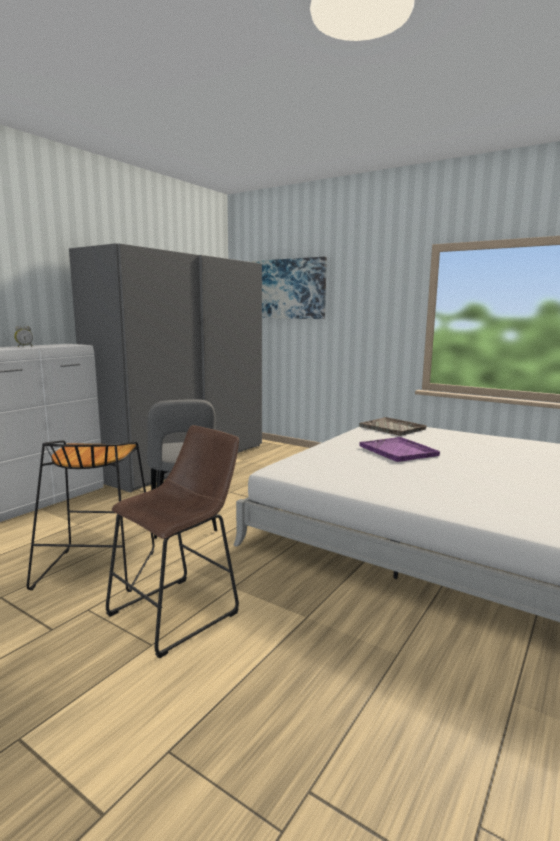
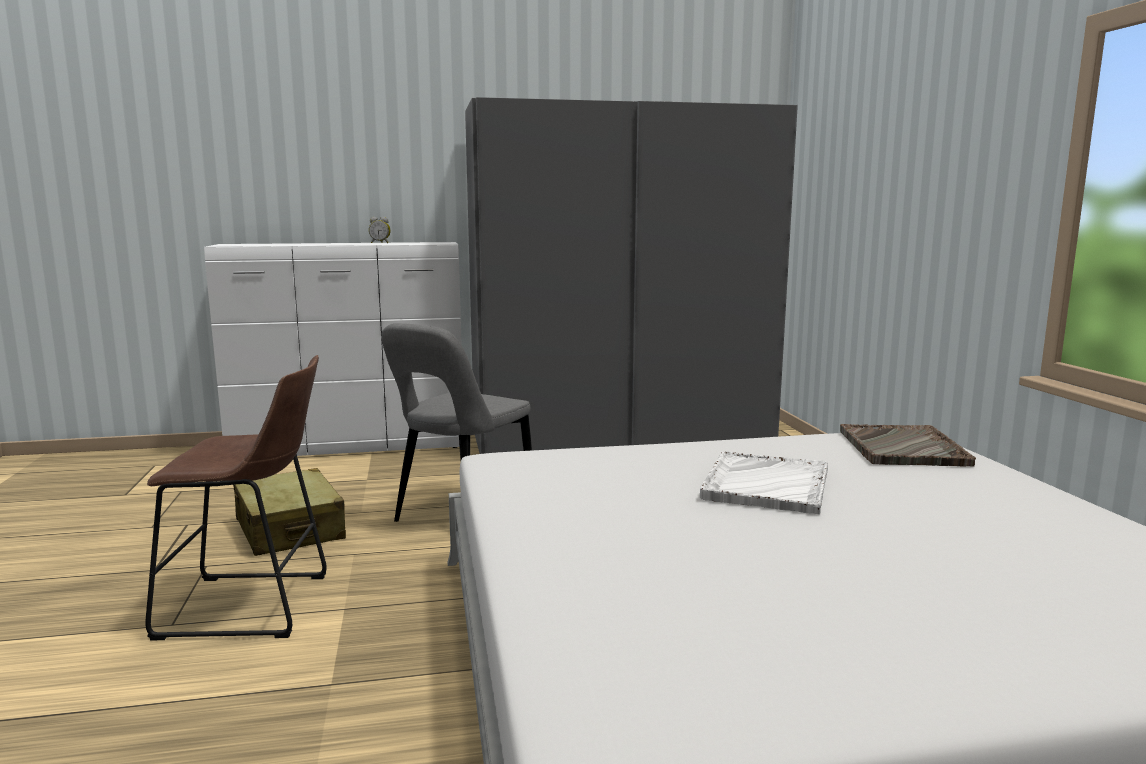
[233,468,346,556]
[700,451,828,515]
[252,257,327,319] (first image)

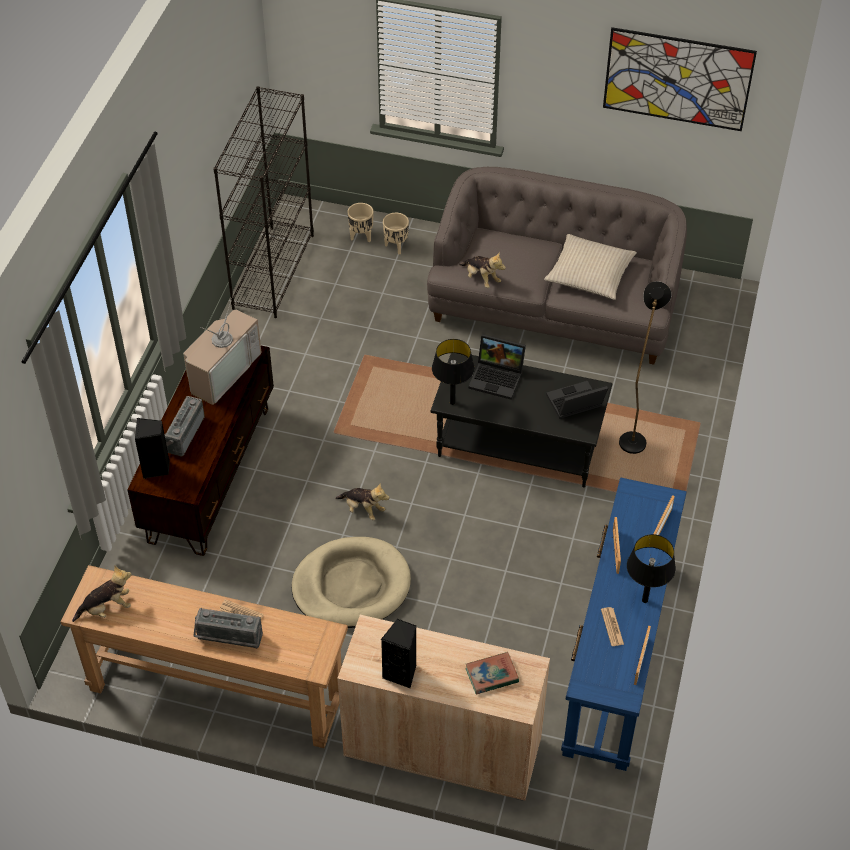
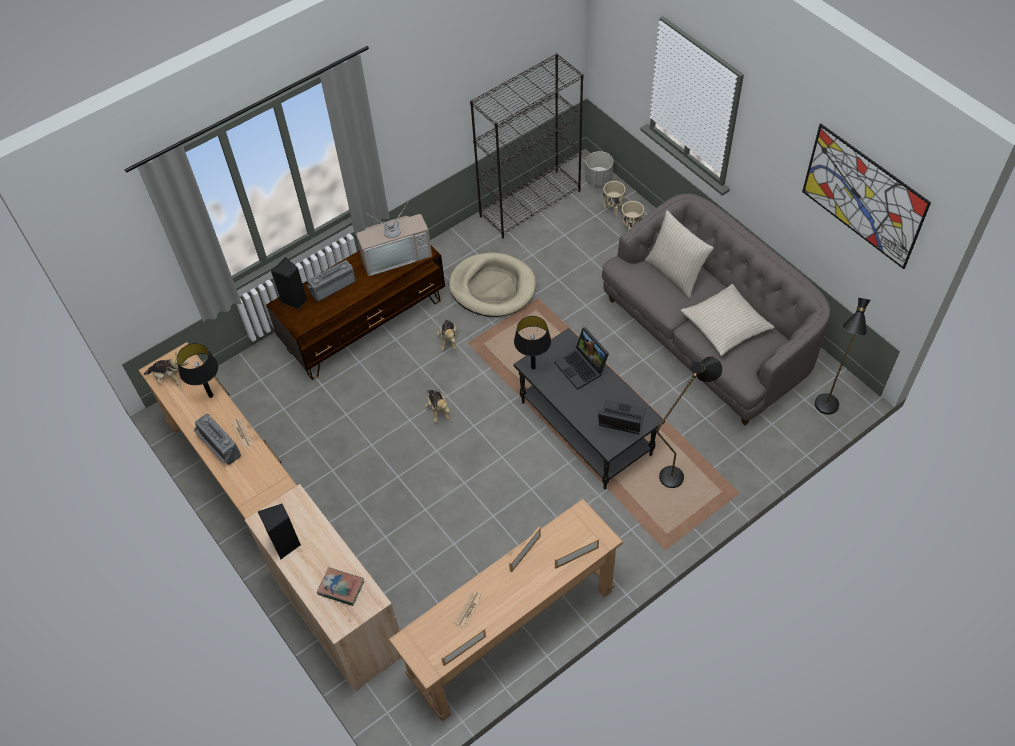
[177,343,218,398]
[389,499,623,722]
[436,320,457,350]
[449,252,536,317]
[585,151,613,187]
[645,210,714,299]
[815,298,870,415]

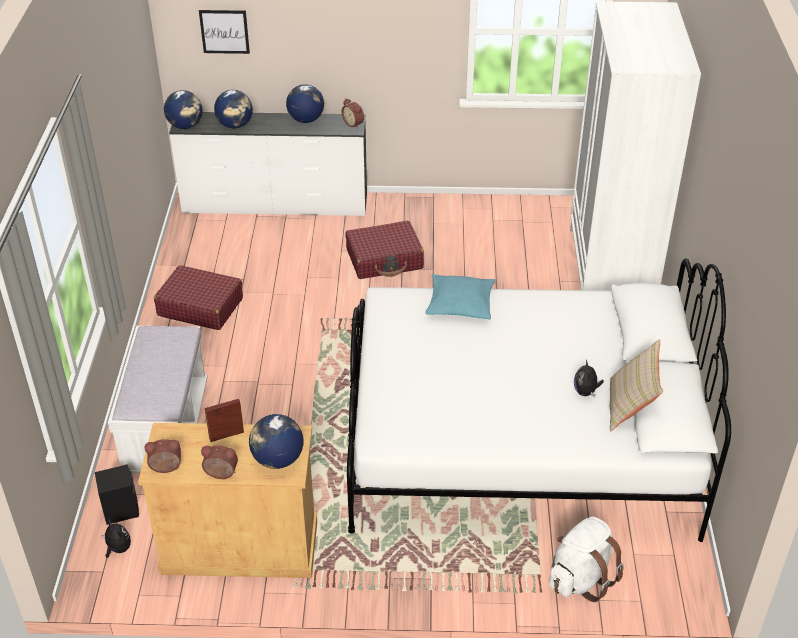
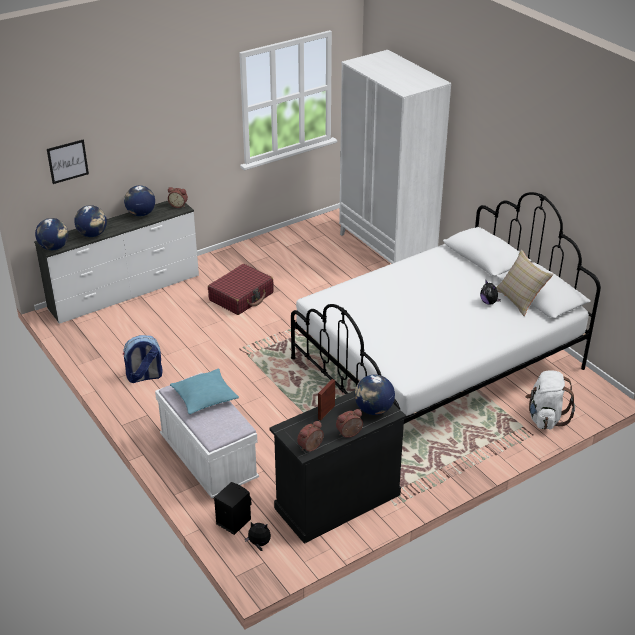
[123,335,163,383]
[170,368,239,414]
[269,390,406,544]

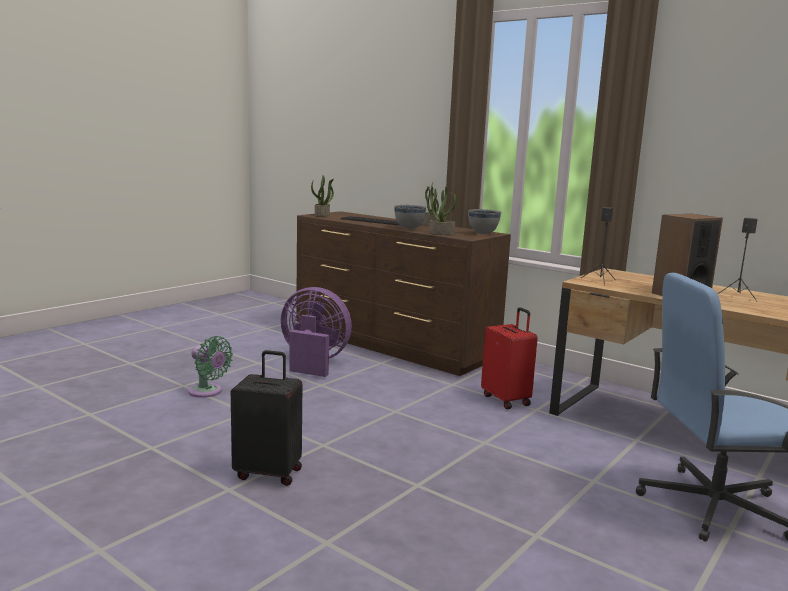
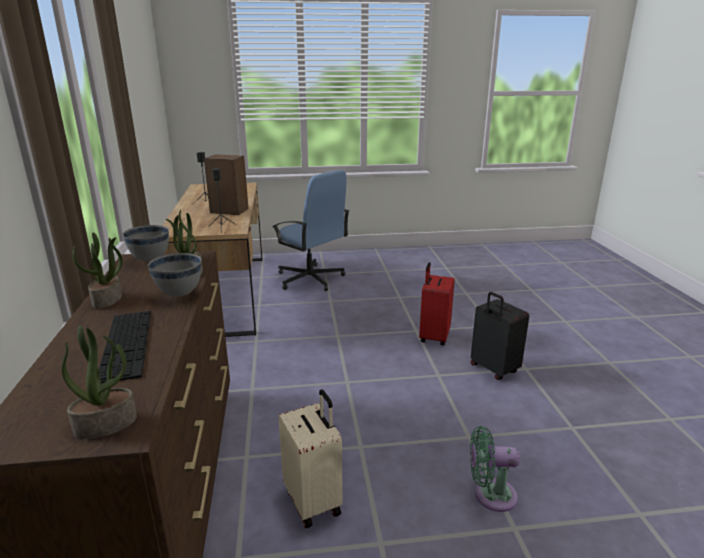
[278,389,342,528]
[419,262,455,345]
[470,426,520,512]

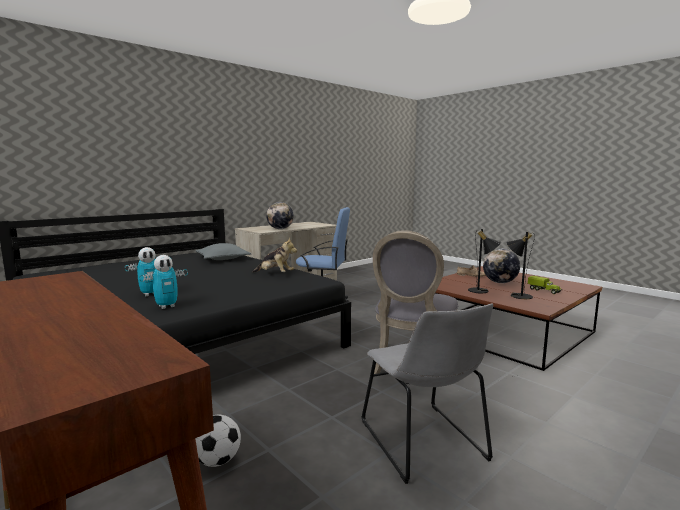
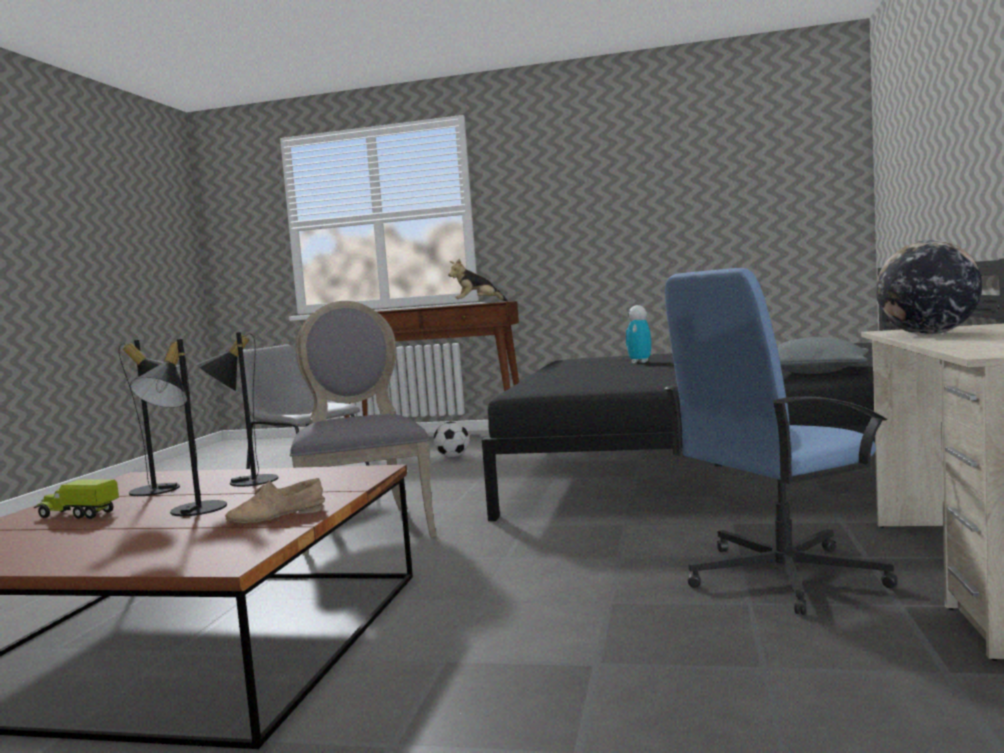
[130,339,227,516]
[448,258,508,302]
[139,255,188,309] (first image)

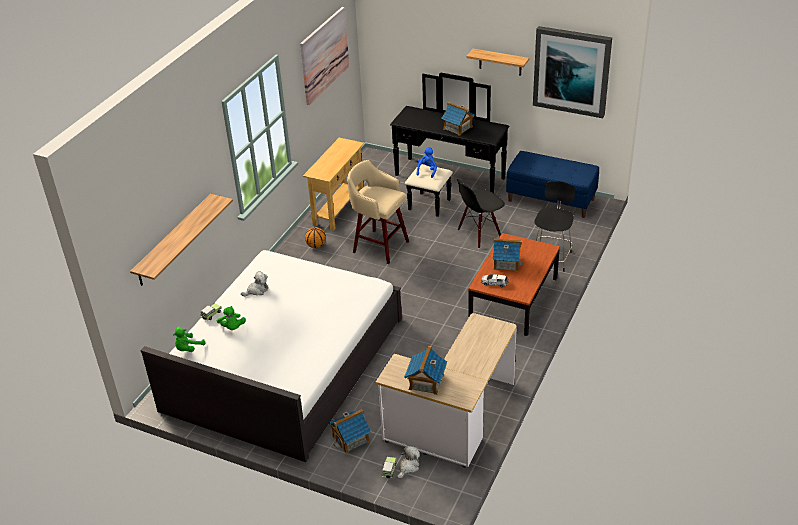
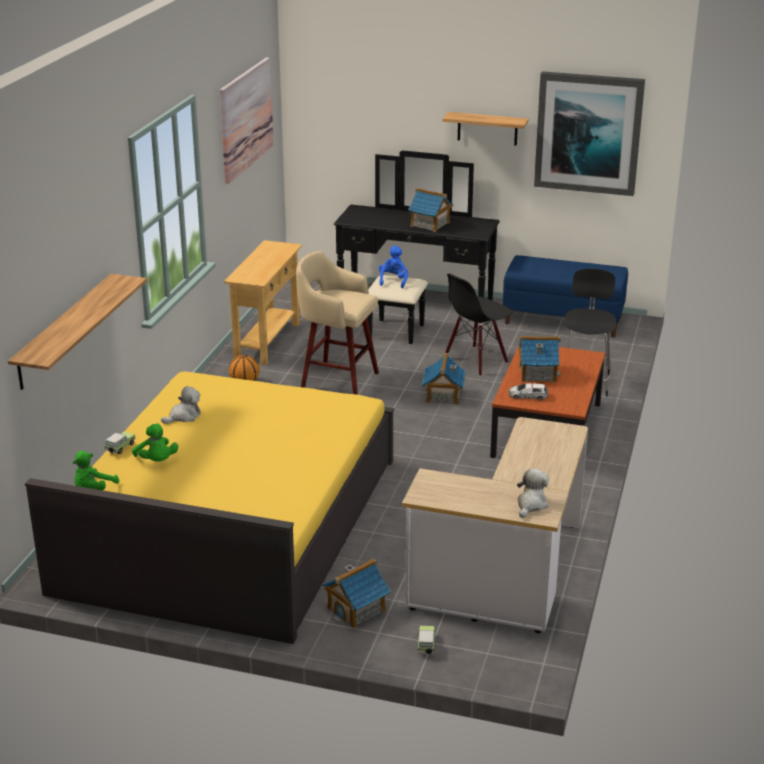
[25,371,394,644]
[422,353,466,405]
[517,469,549,518]

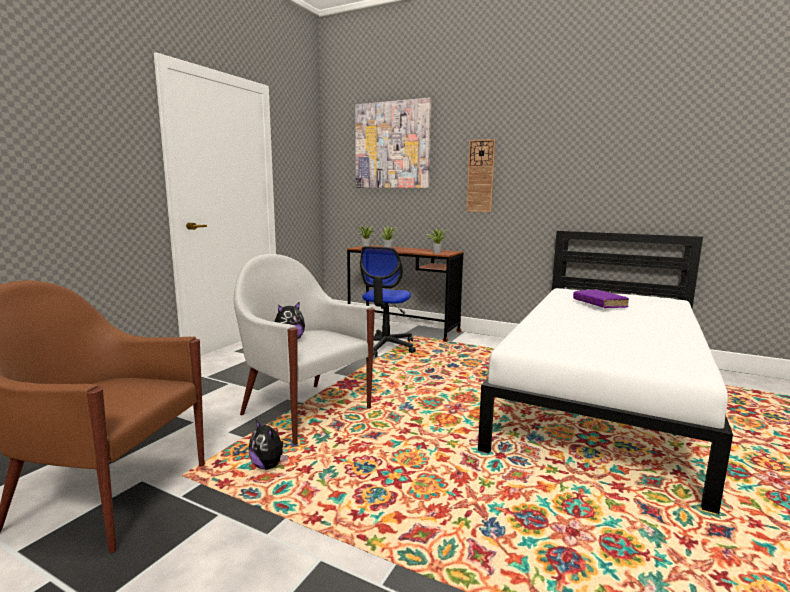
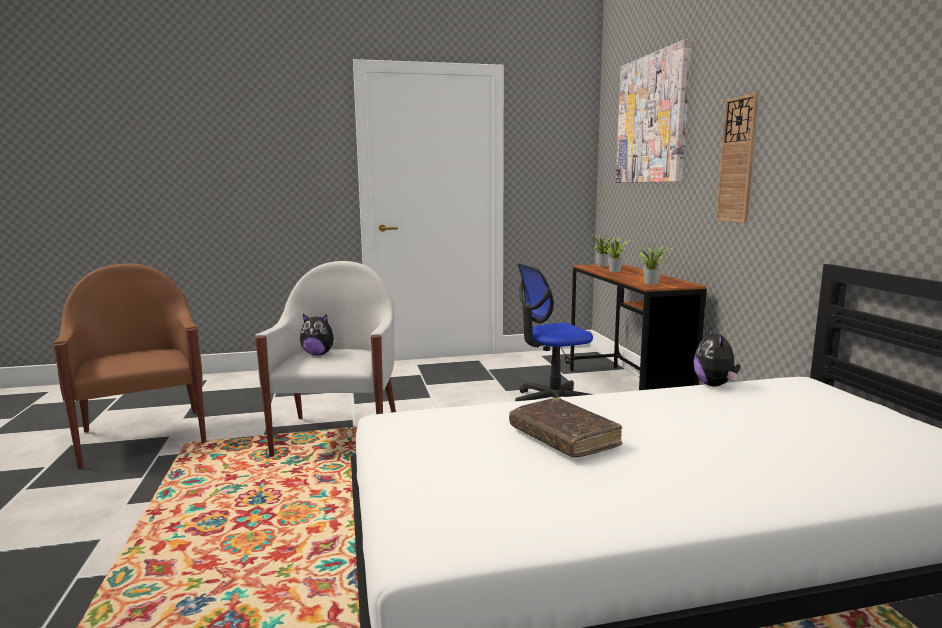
[509,398,622,457]
[693,326,741,387]
[573,289,629,308] (first image)

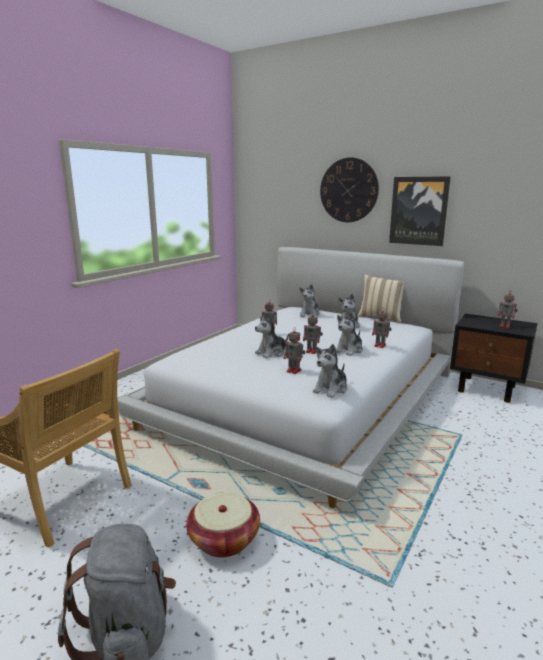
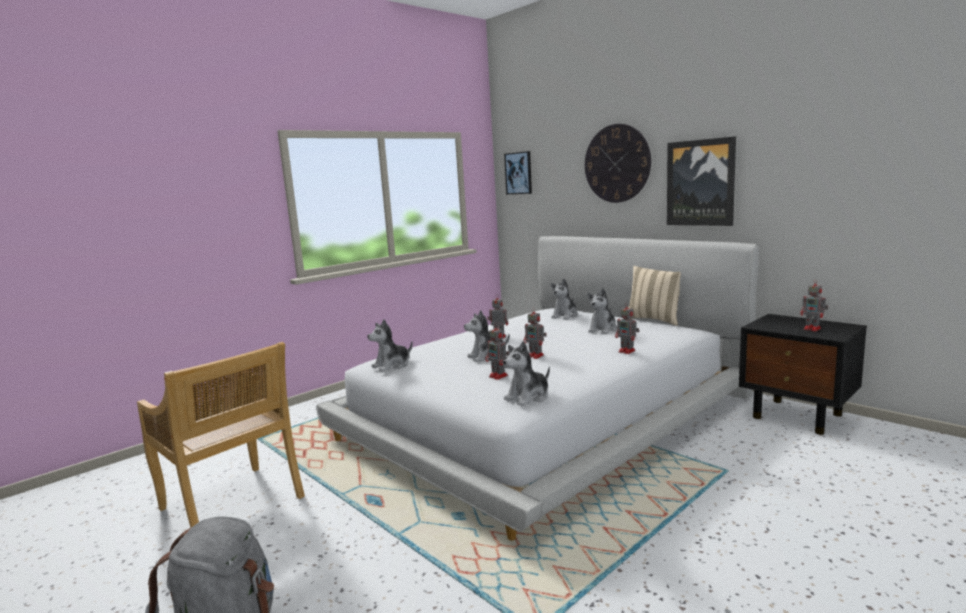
[367,319,413,372]
[504,151,532,194]
[186,492,260,558] (first image)

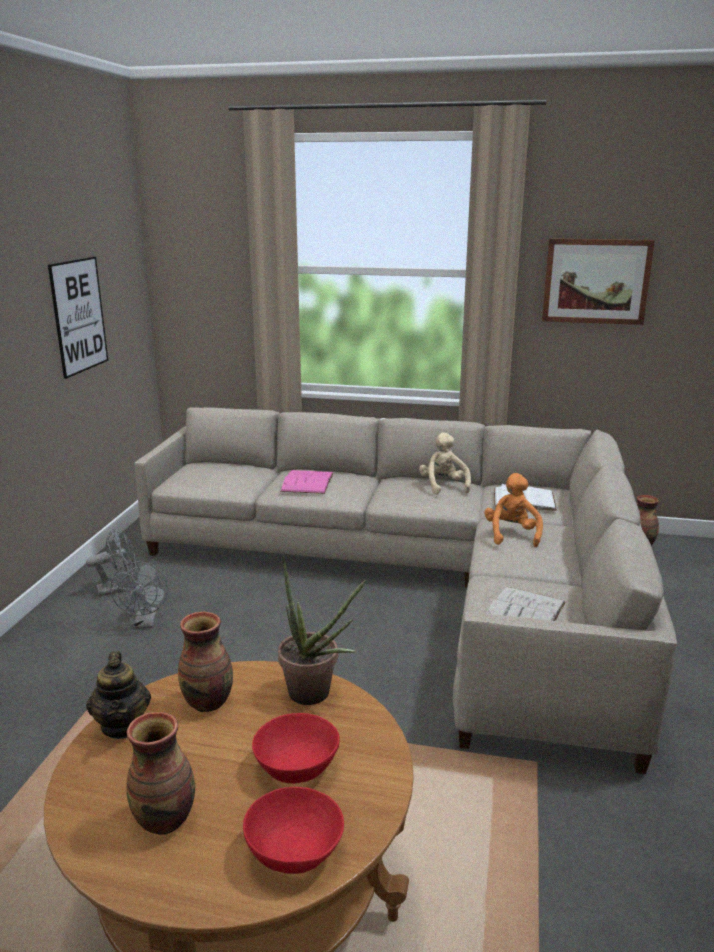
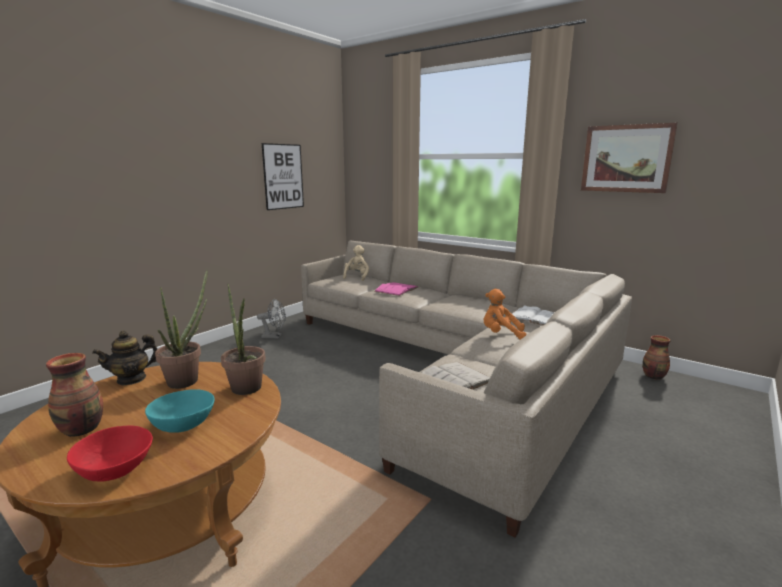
[92,330,157,386]
[145,389,215,433]
[155,269,208,389]
[343,245,369,281]
[484,289,527,340]
[110,561,168,629] (first image)

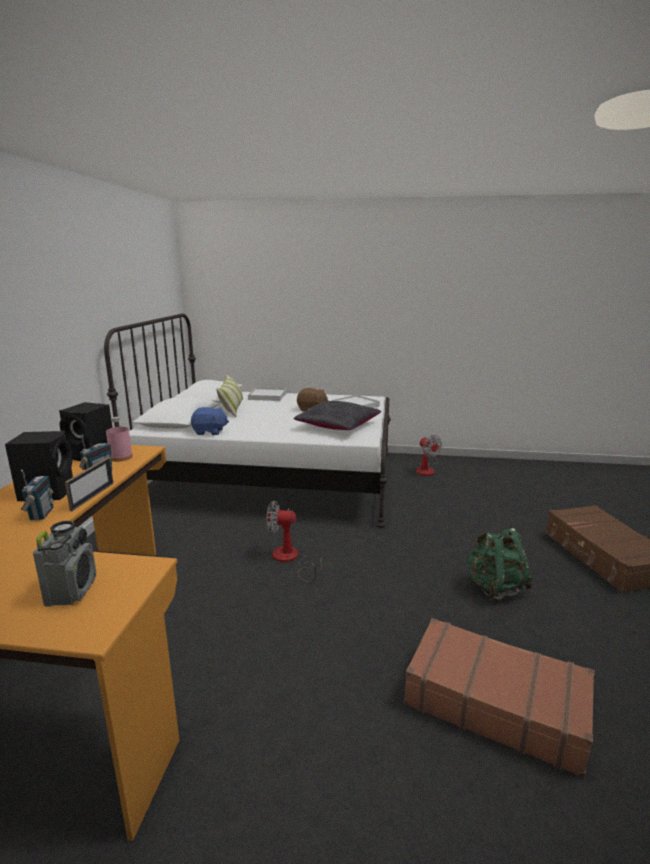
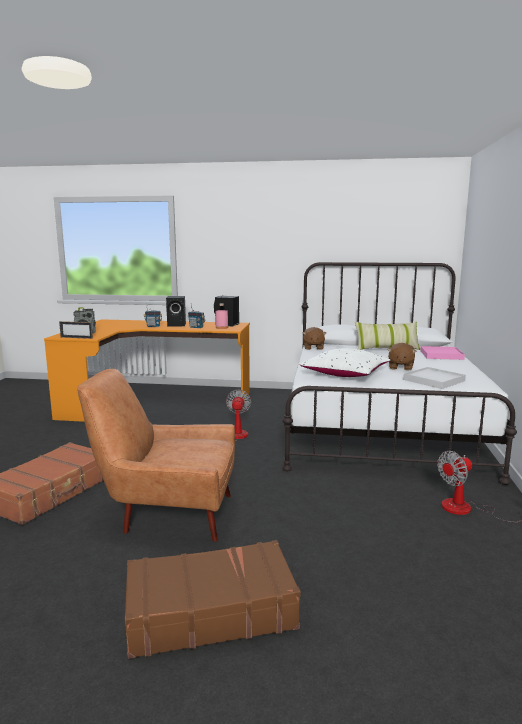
[59,321,93,339]
[77,369,235,542]
[300,348,391,377]
[303,327,326,350]
[420,346,465,360]

